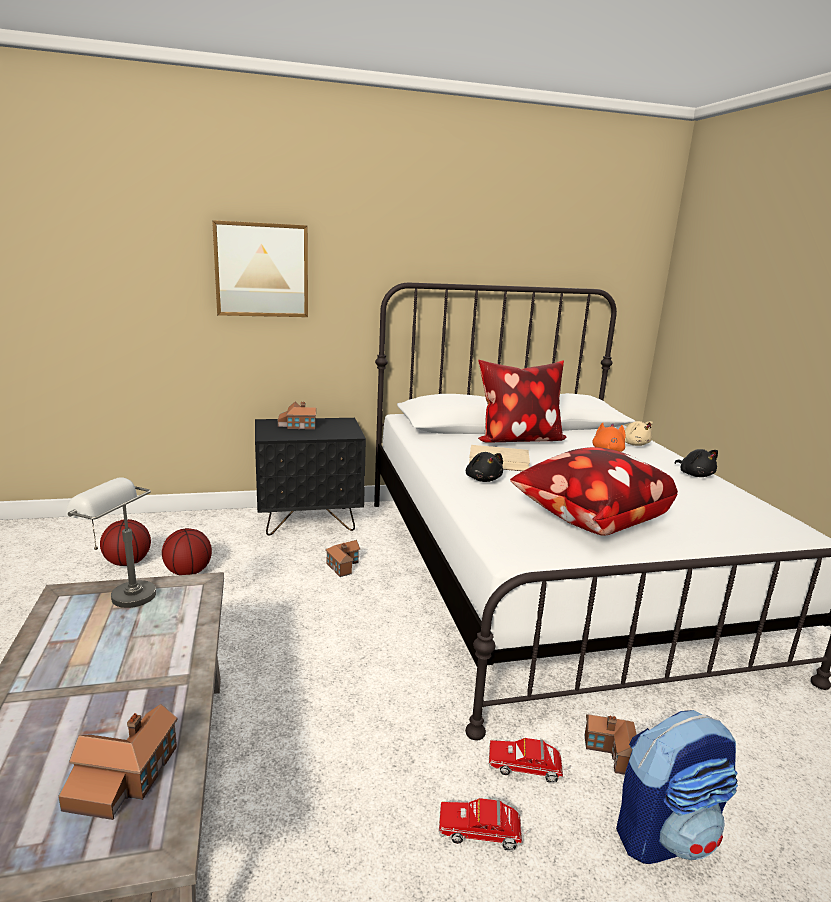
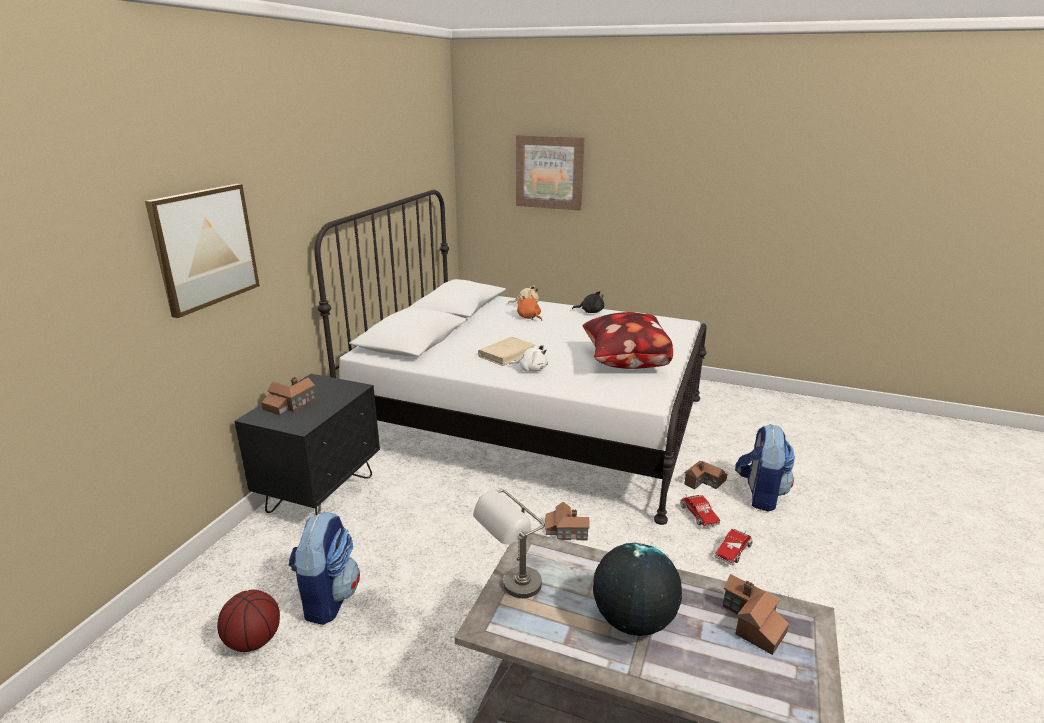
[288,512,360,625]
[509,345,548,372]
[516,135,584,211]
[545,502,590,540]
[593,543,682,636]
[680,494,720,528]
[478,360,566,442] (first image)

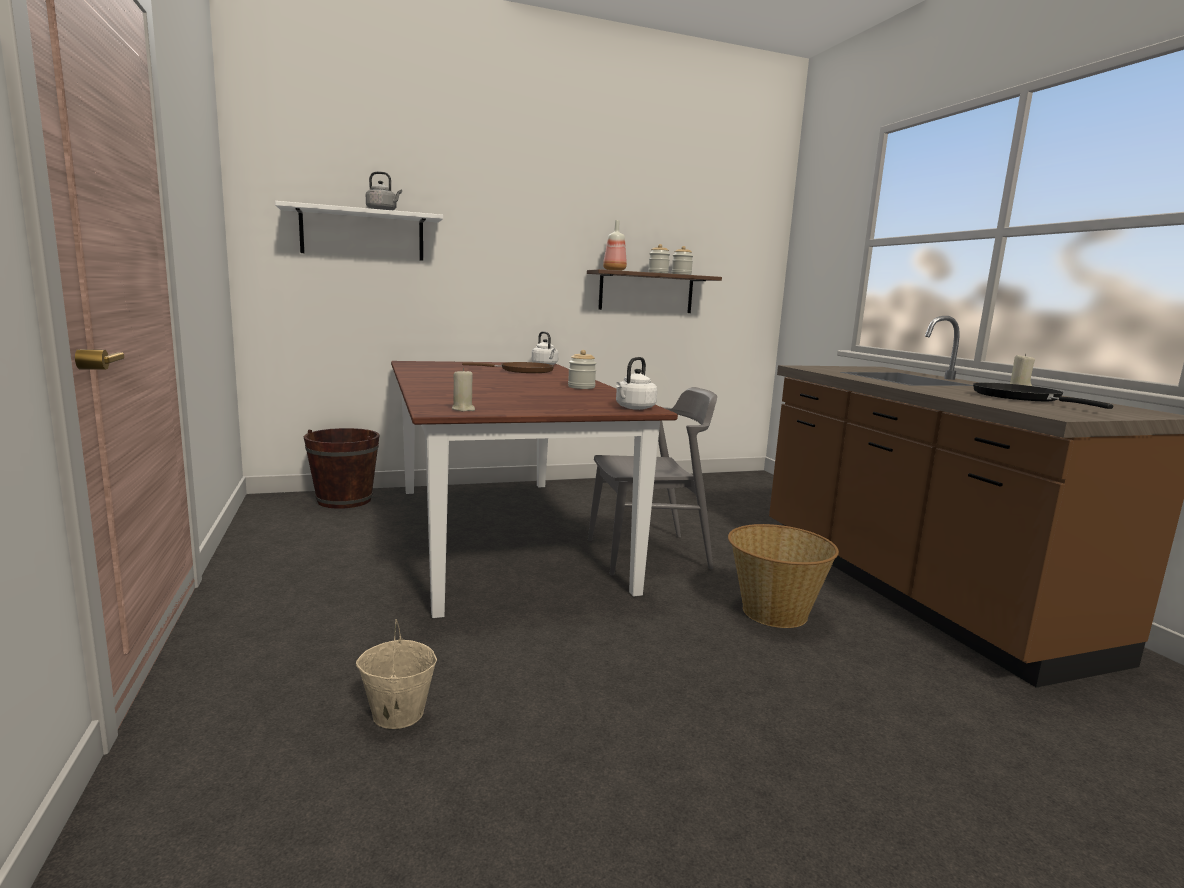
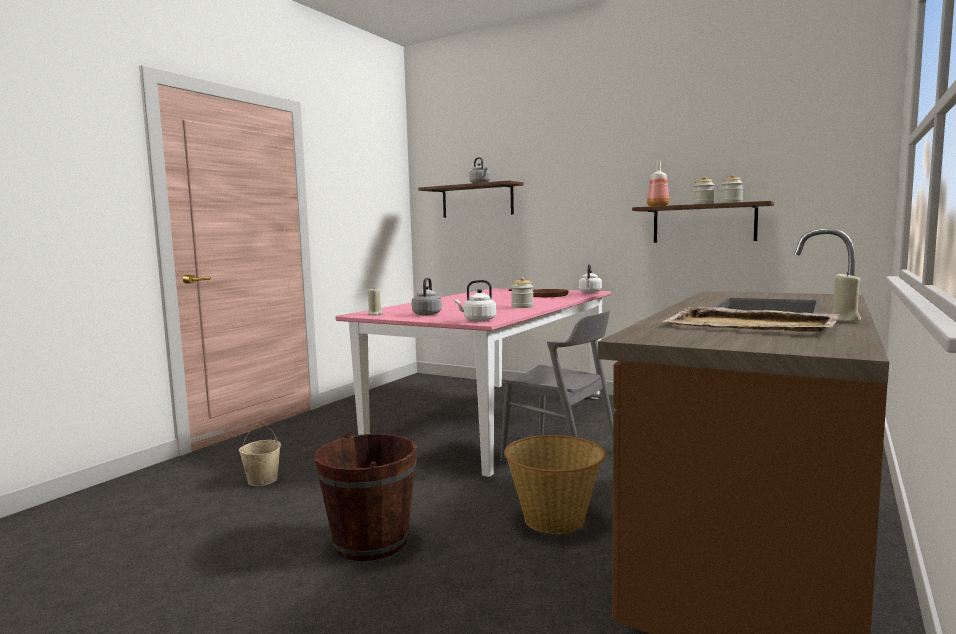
[314,433,417,561]
[336,288,611,477]
[412,278,442,315]
[418,180,524,218]
[662,307,841,332]

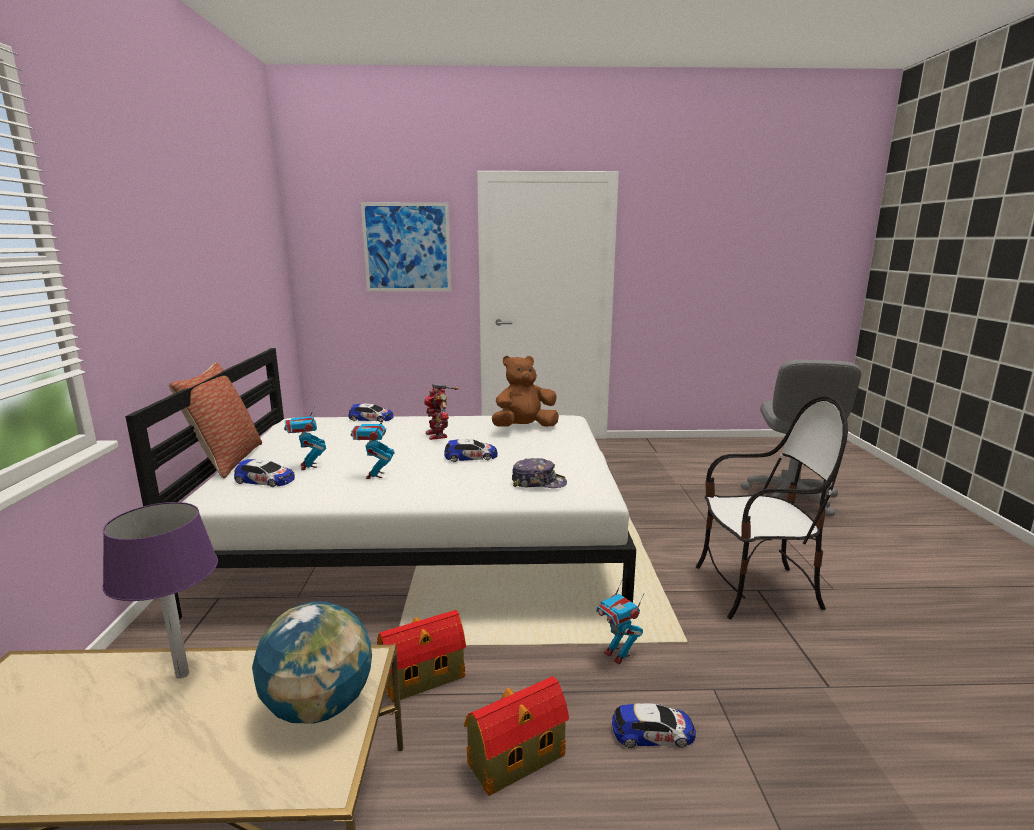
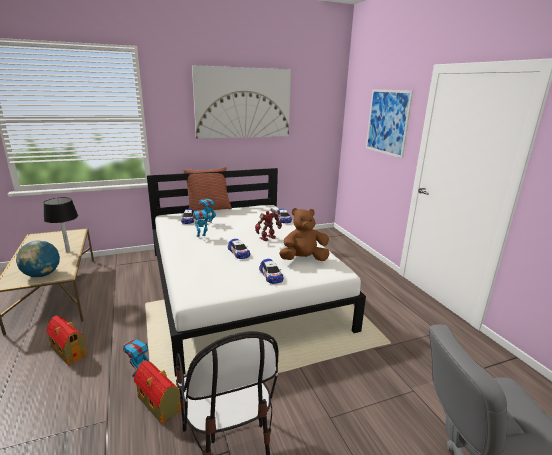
[44,197,78,252]
[134,360,181,424]
[192,65,291,139]
[259,259,283,284]
[279,208,330,261]
[512,458,567,488] (first image)

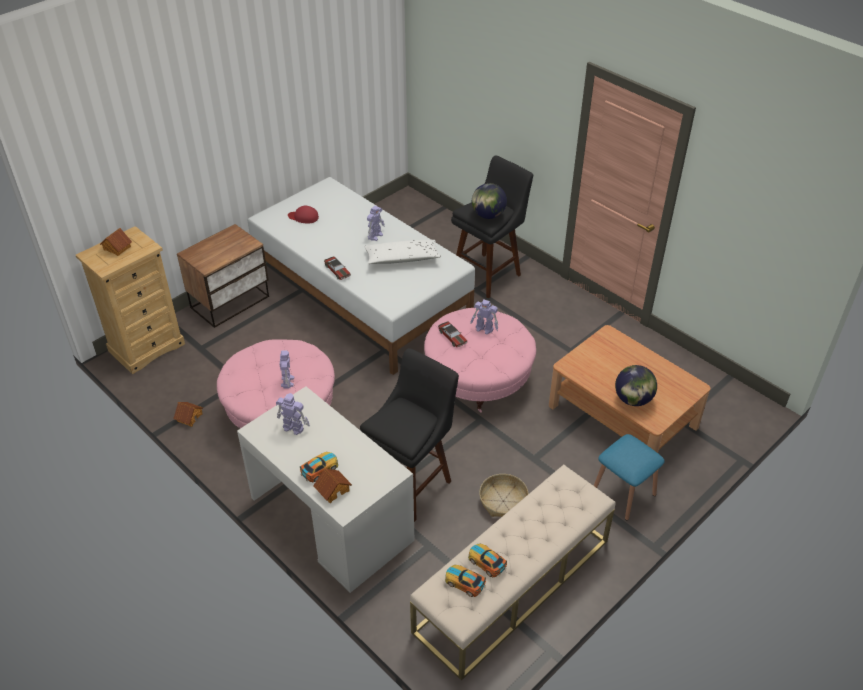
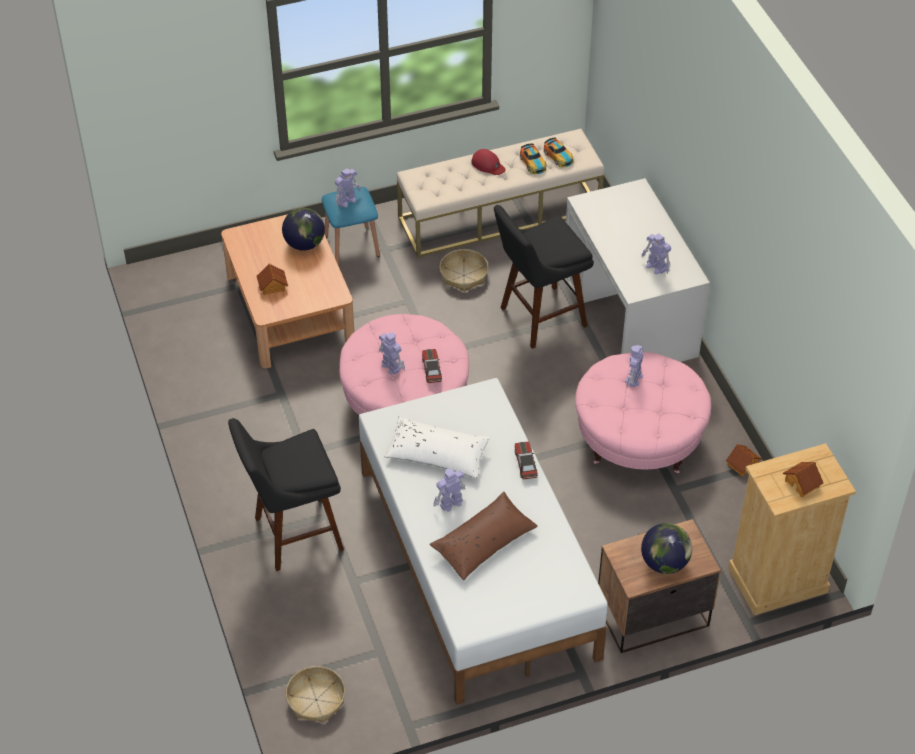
[257,264,288,295]
[286,666,345,722]
[335,168,361,208]
[429,492,538,581]
[472,149,506,175]
[641,523,692,574]
[300,452,338,483] (first image)

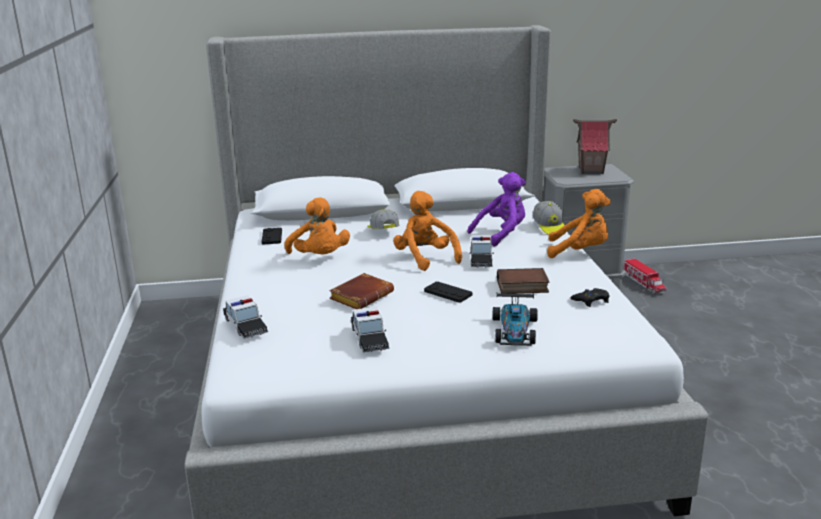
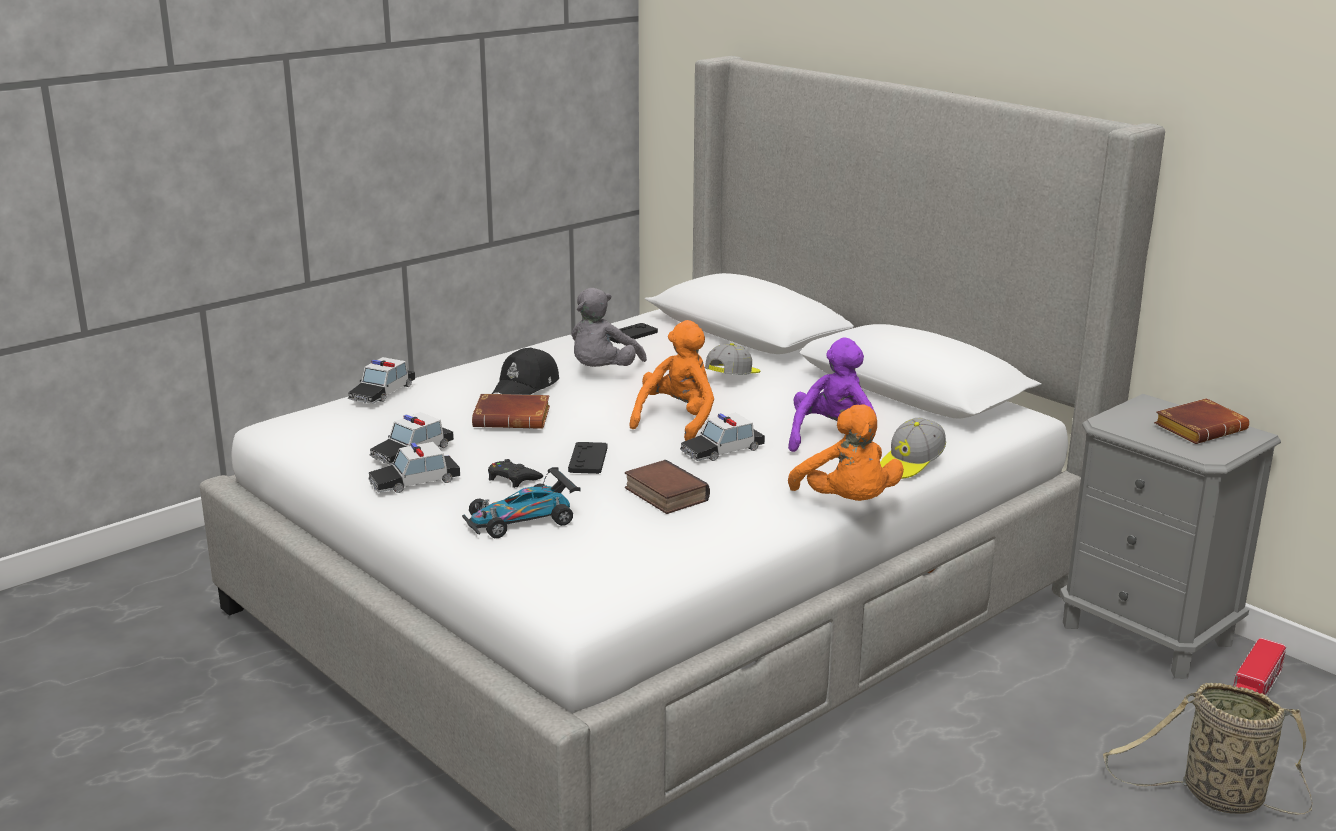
[368,442,460,493]
[488,459,543,488]
[492,347,559,395]
[571,288,647,367]
[788,338,877,452]
[1103,683,1313,815]
[1154,398,1249,444]

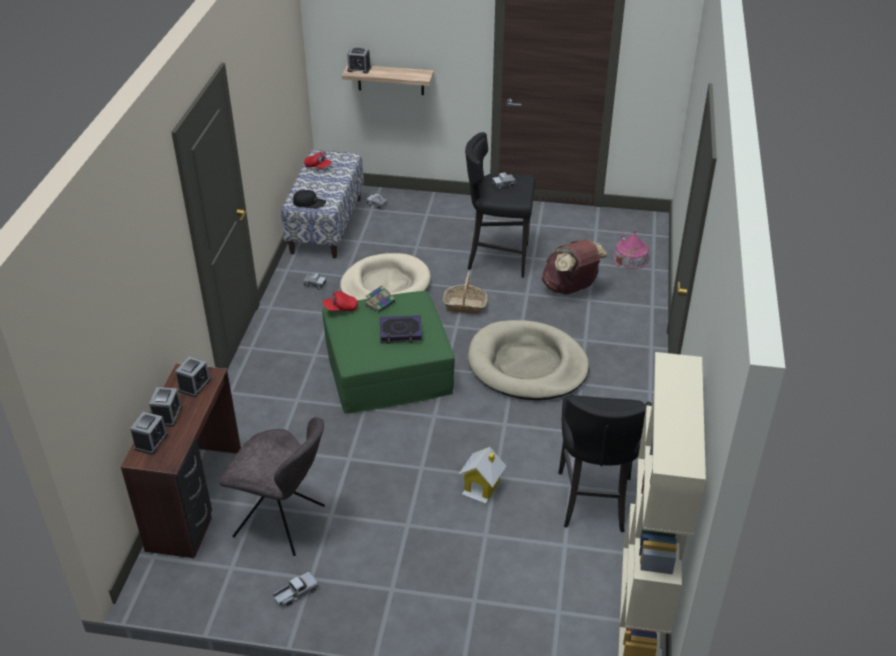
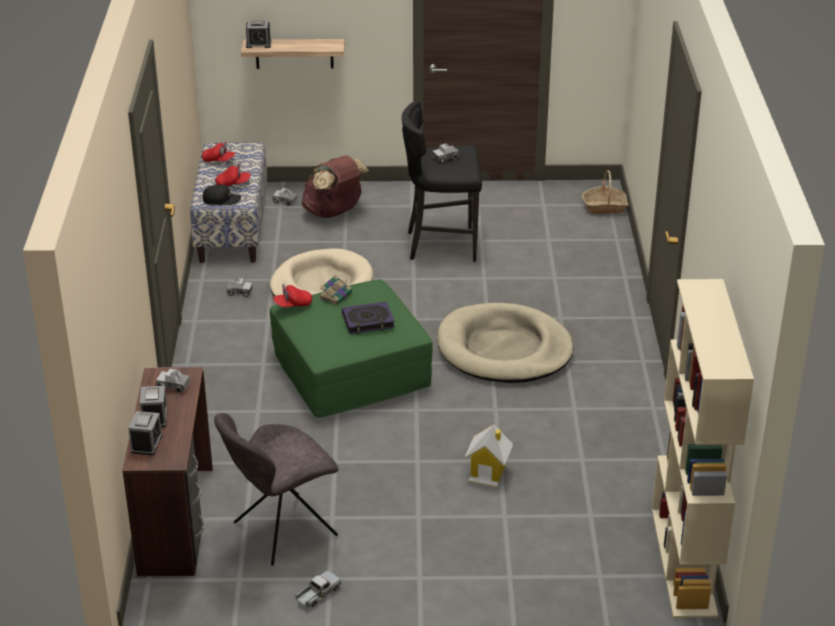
[156,369,190,393]
[214,413,338,565]
[215,163,251,186]
[302,155,369,218]
[582,170,629,214]
[559,395,652,532] (first image)
[614,229,649,269] (first image)

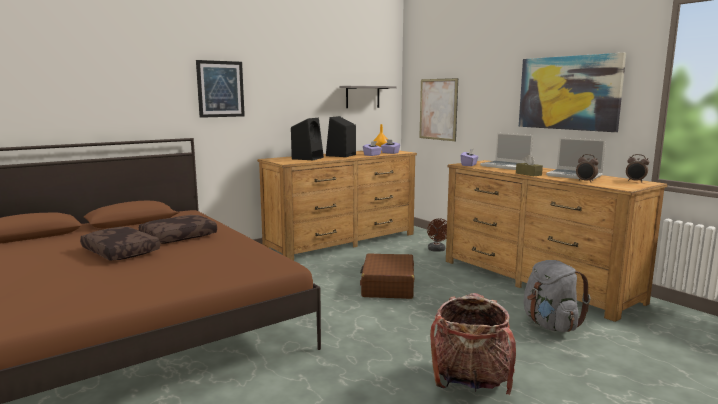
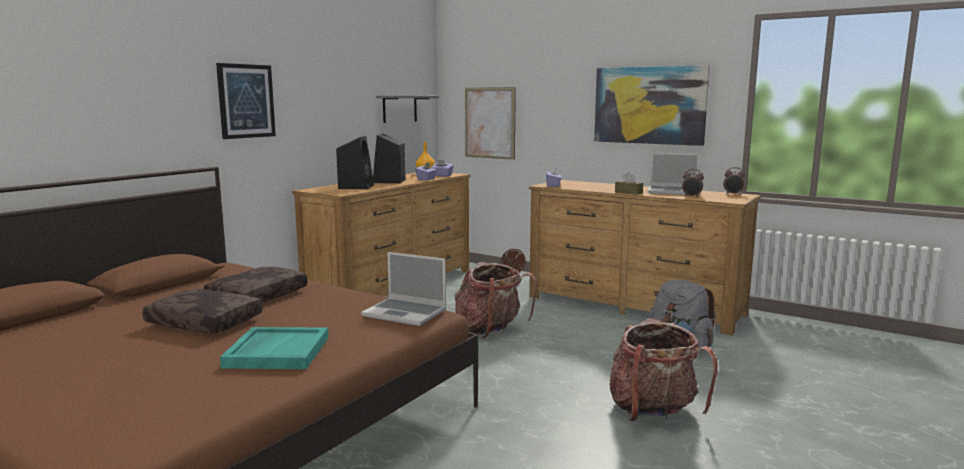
[220,327,329,369]
[361,252,446,326]
[455,262,537,338]

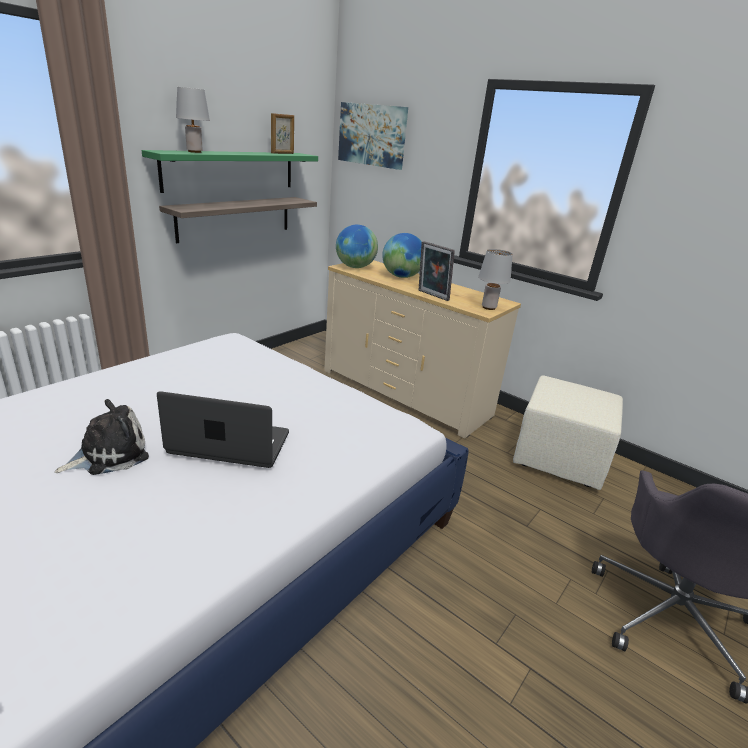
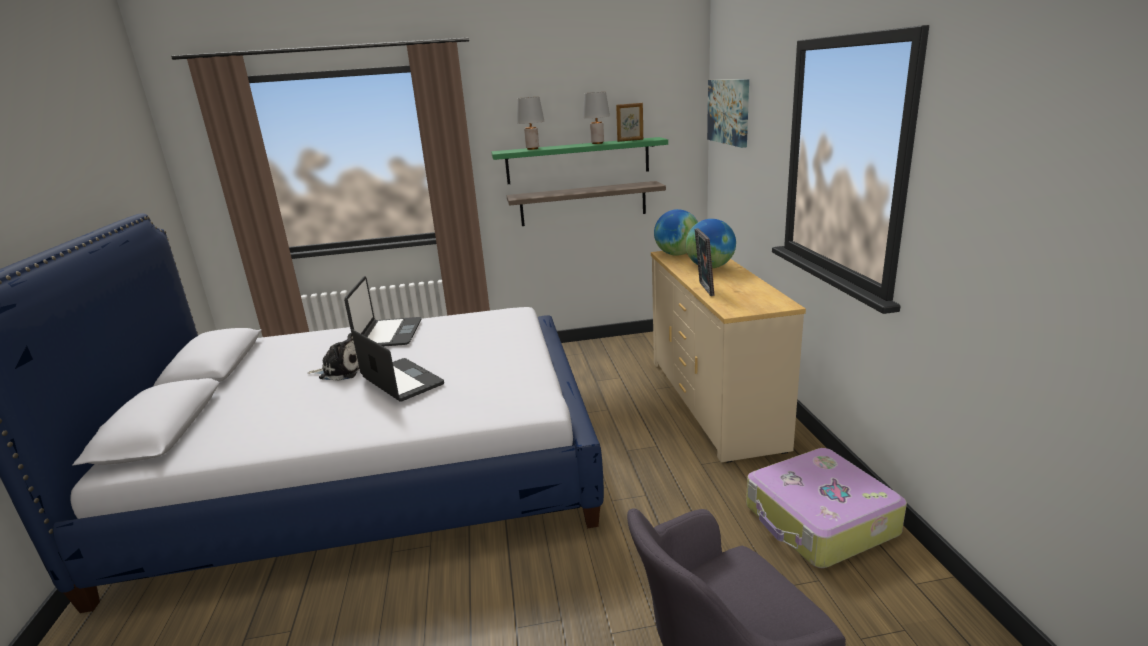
[344,276,422,347]
[583,92,610,144]
[746,448,907,568]

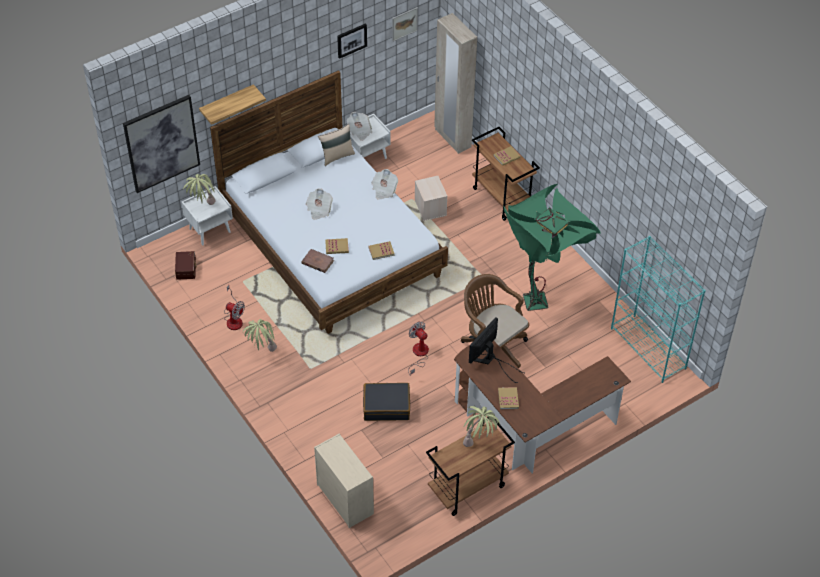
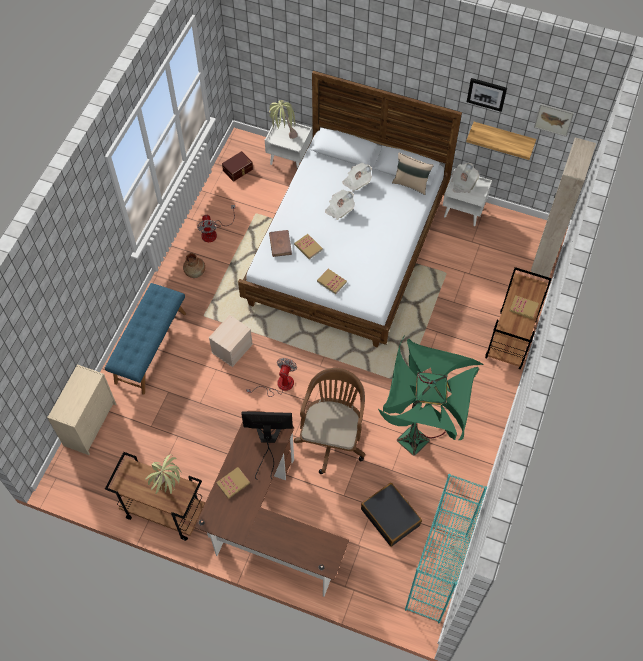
[105,283,186,395]
[183,253,205,278]
[209,315,253,367]
[343,163,372,192]
[361,483,422,547]
[466,122,536,160]
[123,95,200,193] (first image)

